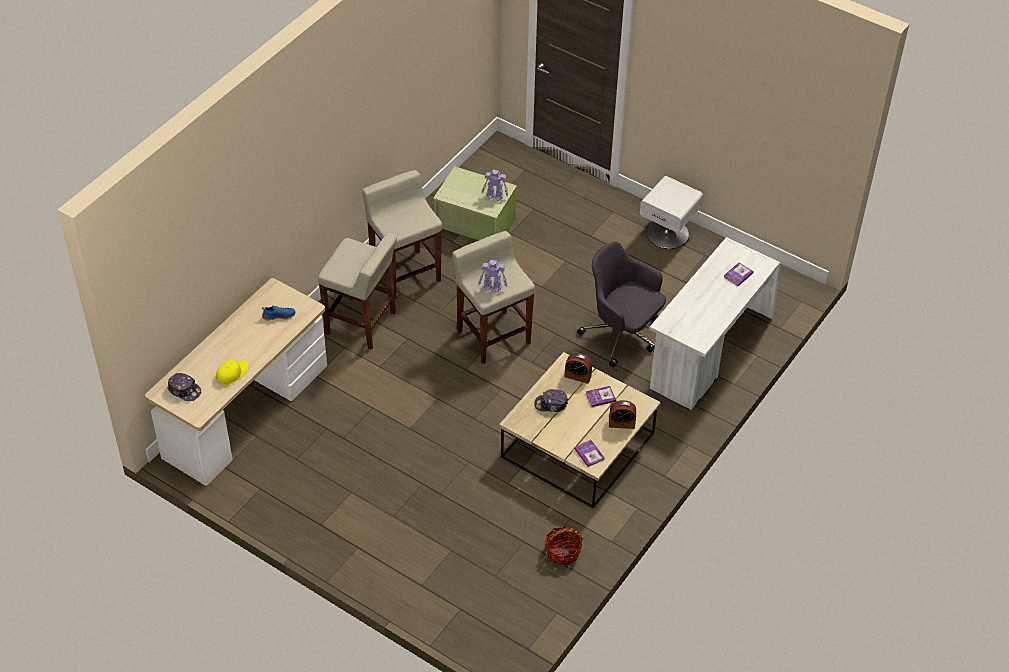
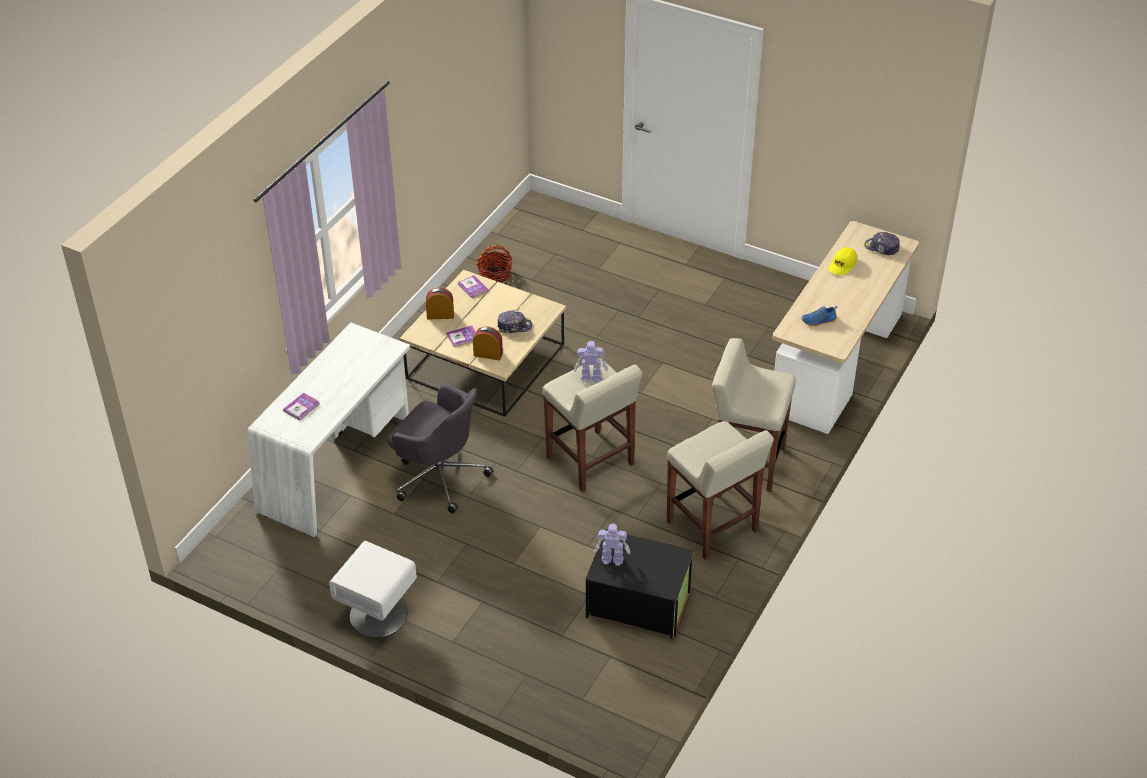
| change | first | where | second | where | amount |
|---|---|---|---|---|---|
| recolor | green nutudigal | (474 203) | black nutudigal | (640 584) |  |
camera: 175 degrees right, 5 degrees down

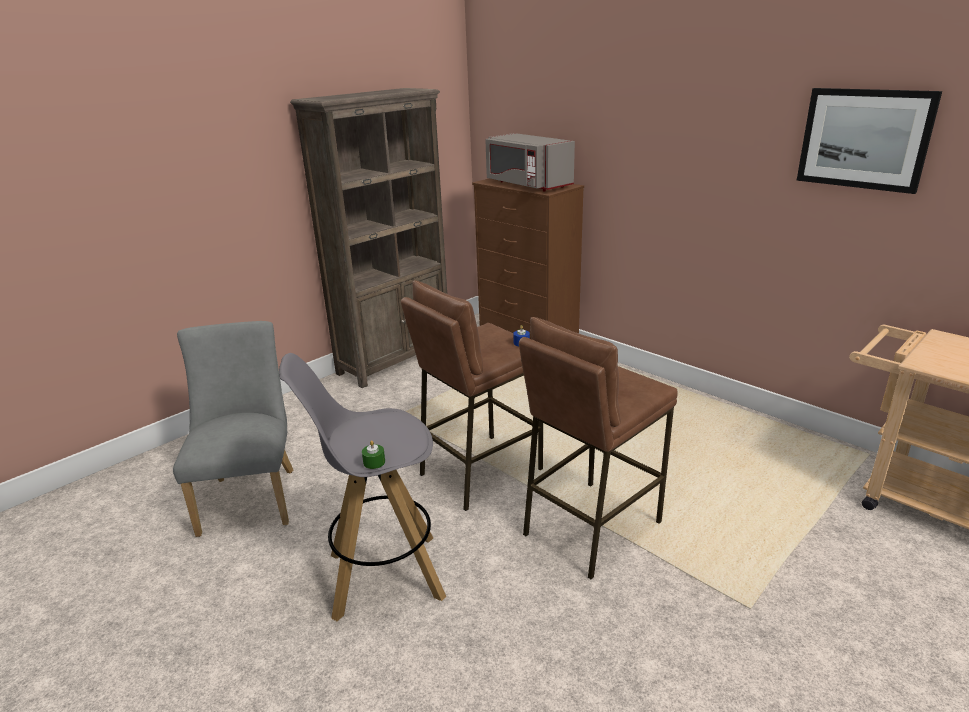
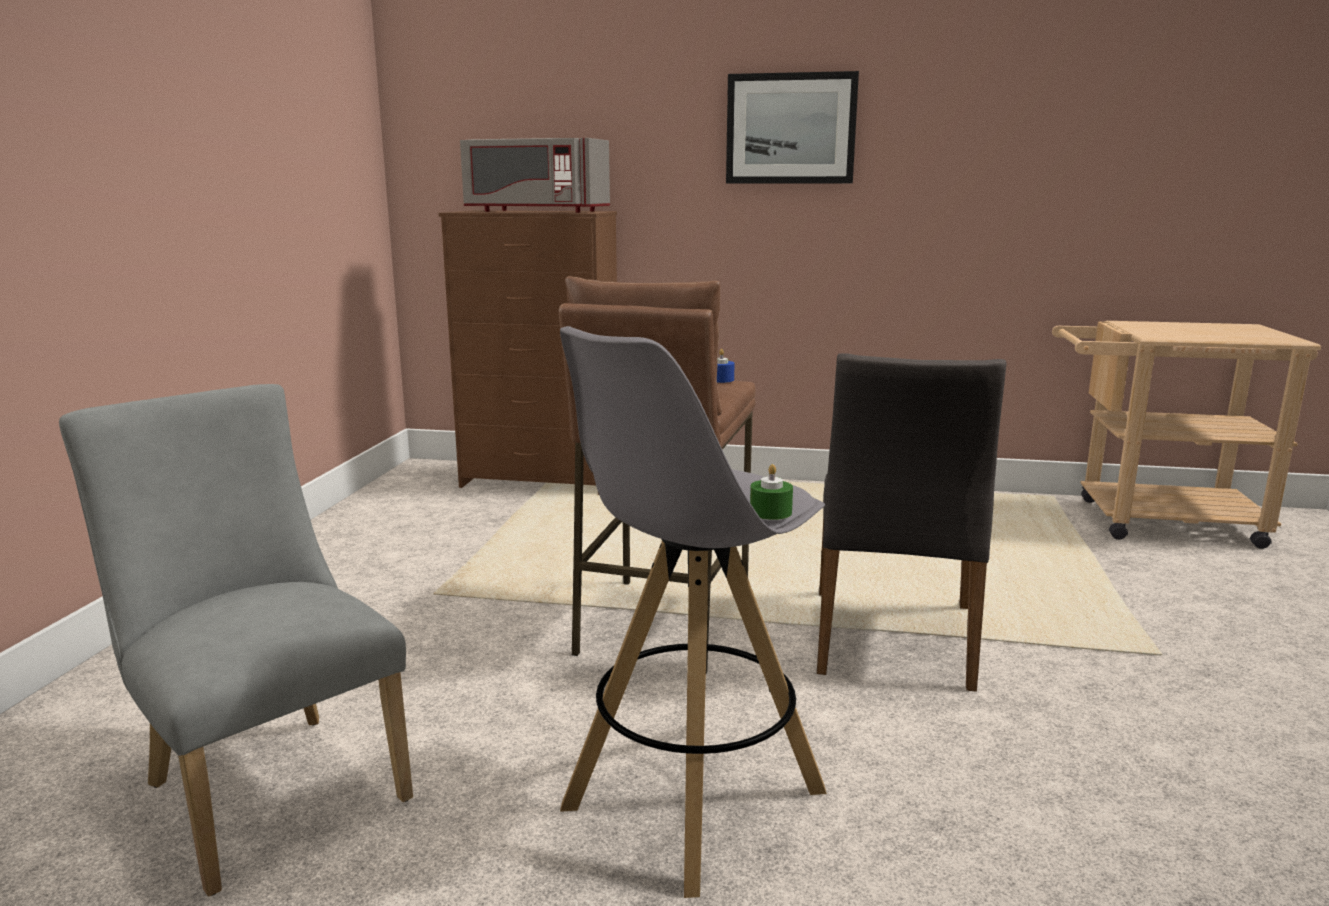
| change | first | where | second | where | amount |
|---|---|---|---|---|---|
| delete | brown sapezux | (368 238) |  |  |  |
| replace | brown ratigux | (598 448) | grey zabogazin | (912 522) |  |
| move | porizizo | (869 141) |  | (792 127) |  |
camera: 35 degrees left, 10 degrees down

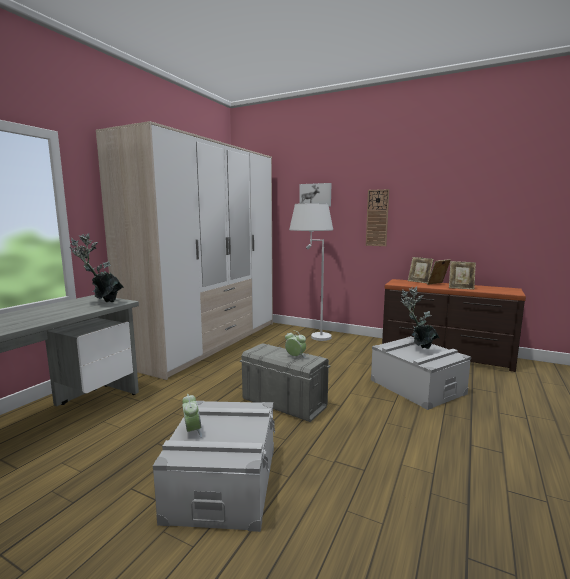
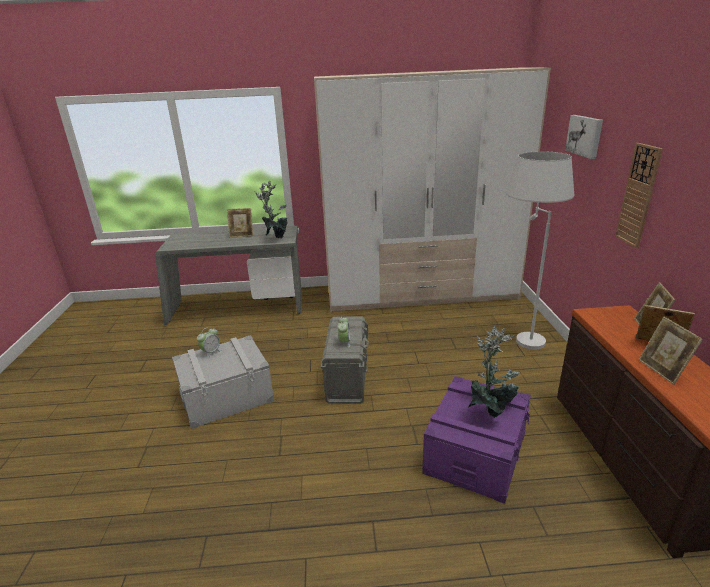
| change | first | where | second | where | amount |
|---|---|---|---|---|---|
| recolor | grey nutudigal | (421 373) | purple nutudigal | (476 440) |  |
| insert |  |  | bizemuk | (240 223) |  |
camera: 60 degrees right, 15 degrees up

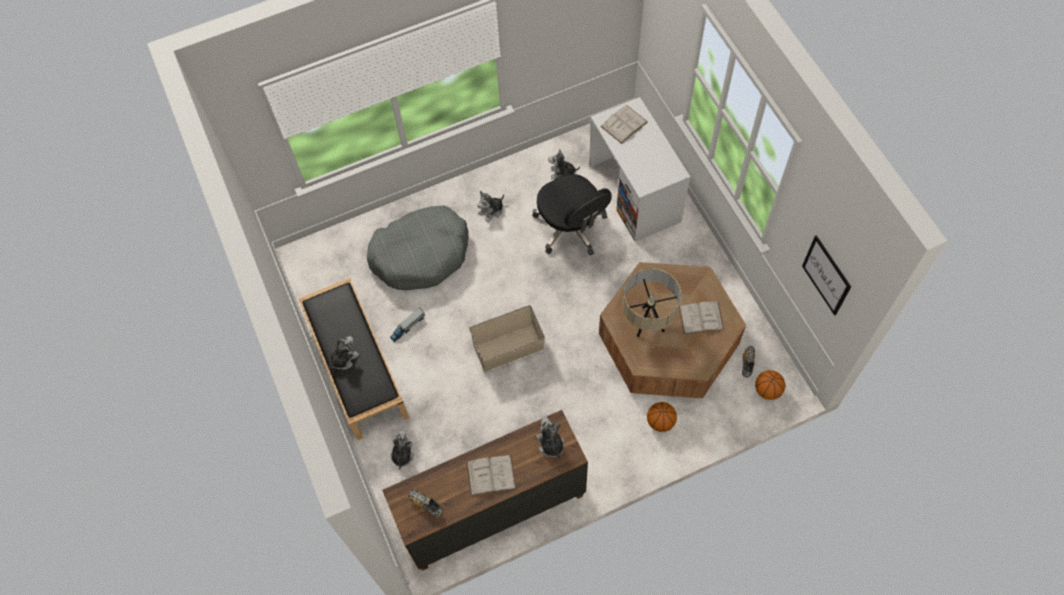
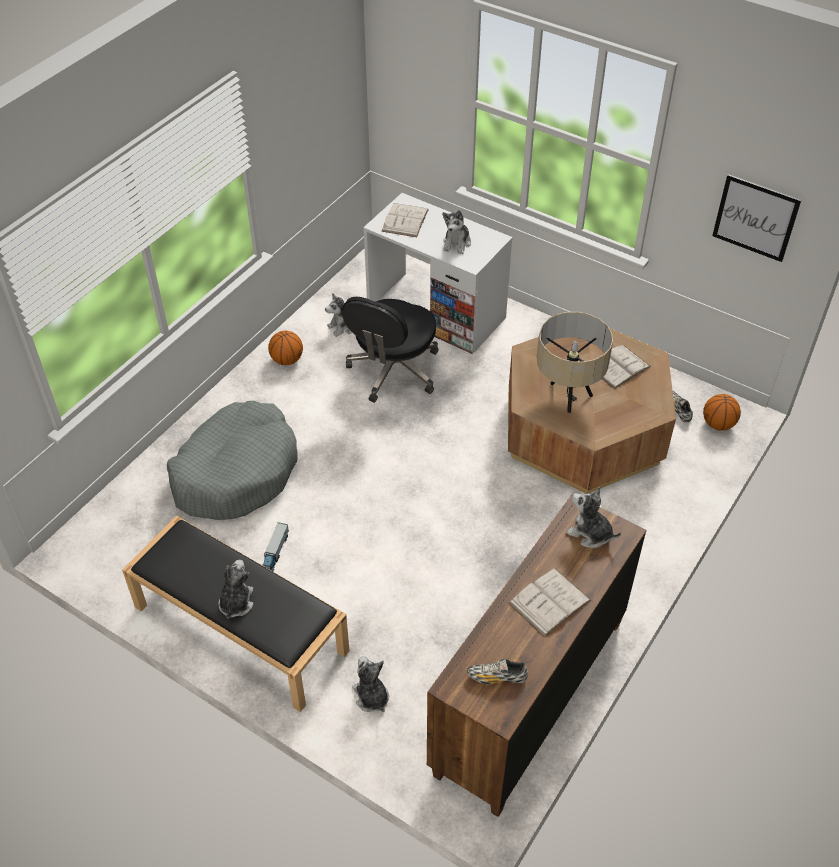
| change | first | where | second | where | amount |
|---|---|---|---|---|---|
| delete | beige nutudigal | (507 338) |  |  |  |
| move | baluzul | (490 206) |  | (456 232) |  |
| rotate | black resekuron | (572 214) |  | (390 350) | 90 degrees clockwise |
| move | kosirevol | (662 417) |  | (285 348) |  |
camera: 35 degrees left, 15 degrees down

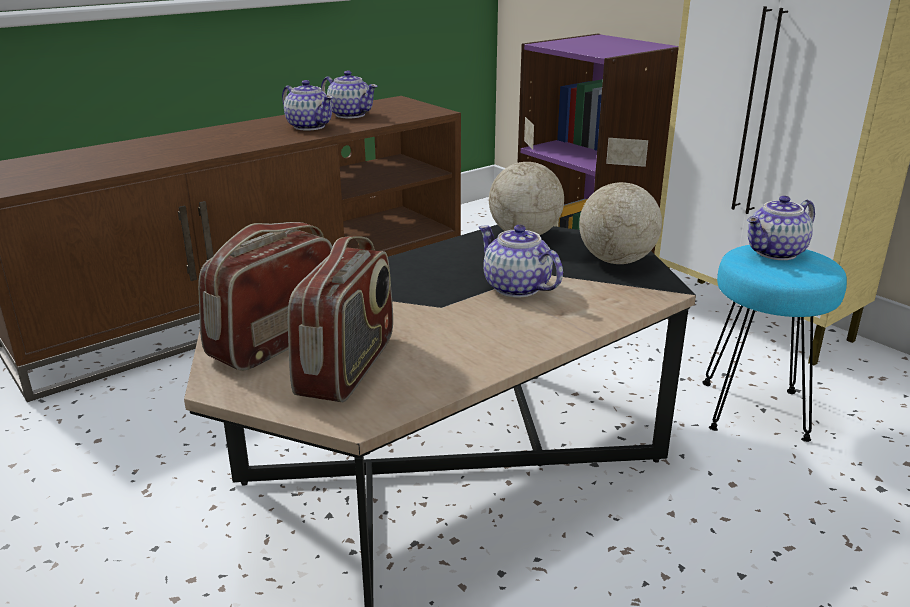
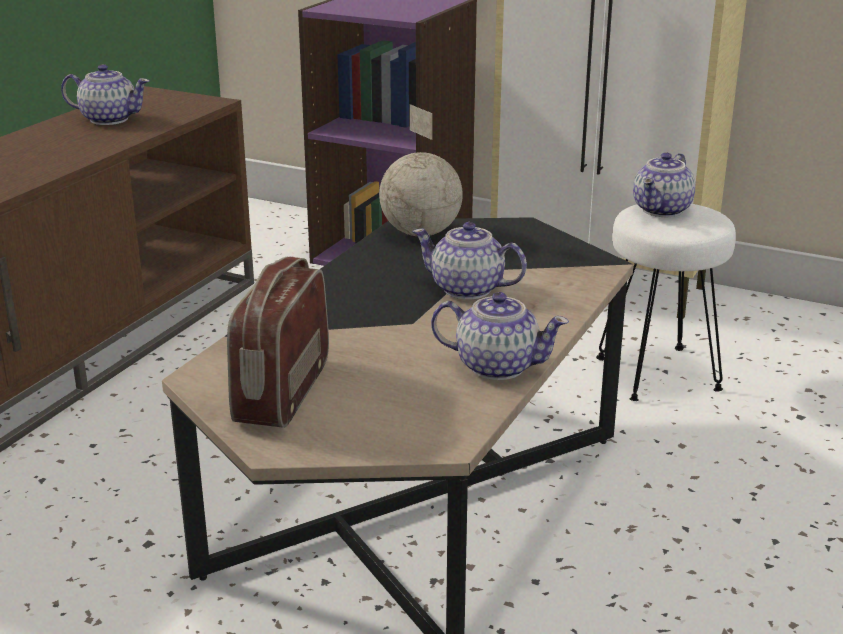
| change | first | where | second | where | amount |
|---|---|---|---|---|---|
| move | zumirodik | (307 105) |  | (500 336) |  |
| delete | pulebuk | (340 319) |  |  |  |
| delete | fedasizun | (620 201) |  |  |  |
| recolor | turquoise ratigux | (774 343) | white ratigux | (666 302) |  |
camera: 25 degrees left, 0 degrees up

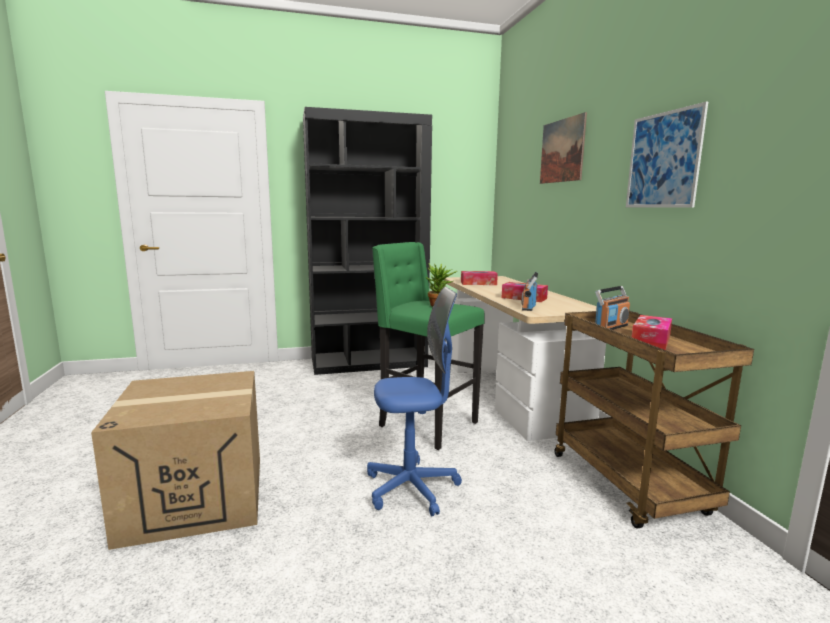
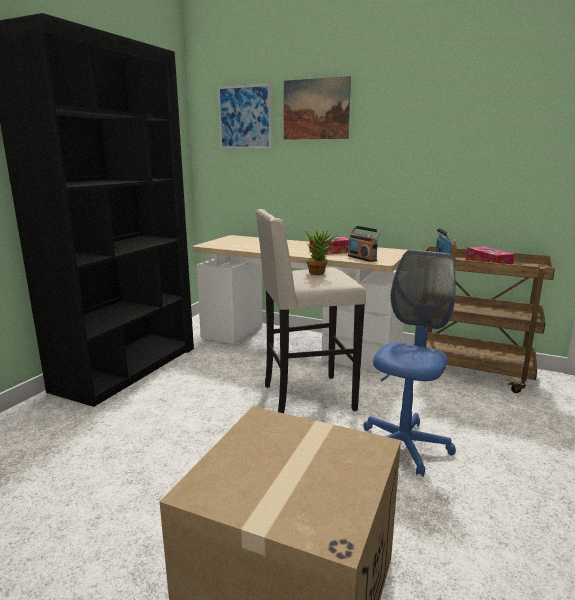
| change | first | where | second | where | amount |
|---|---|---|---|---|---|
| recolor | green ratigux | (428 346) | beige ratigux | (310 311) |  |
| delete | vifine | (479 278) |  |  |  |
| move | porizizo | (667 155) |  | (244 116) |  |
camera: 50 degrees left, 5 degrees up

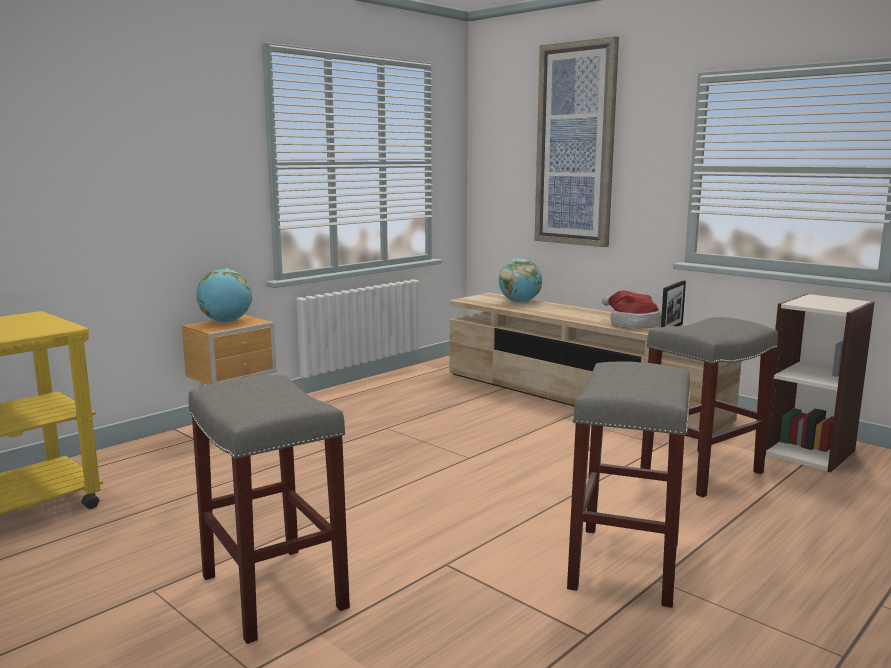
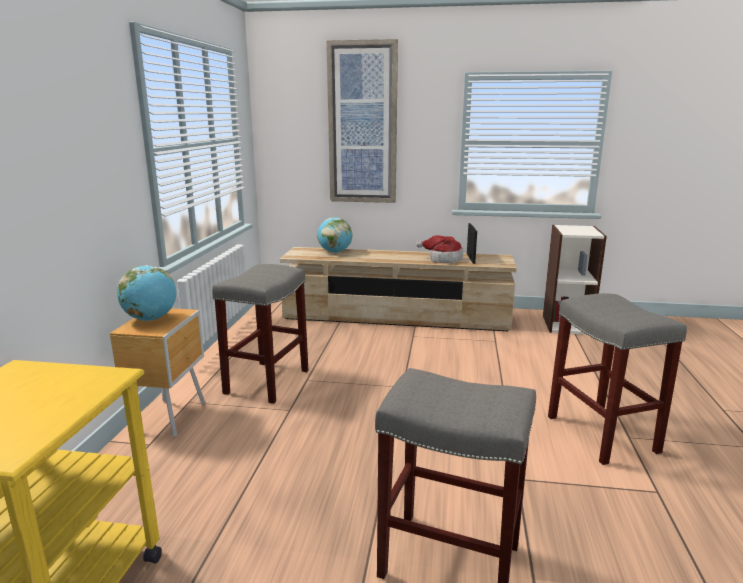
| change | first | where | second | where | amount |
|---|---|---|---|---|---|
| move | grey ratigux | (709 407) |  | (260 334) |  |
camera: 35 degrees left, 5 degrees up

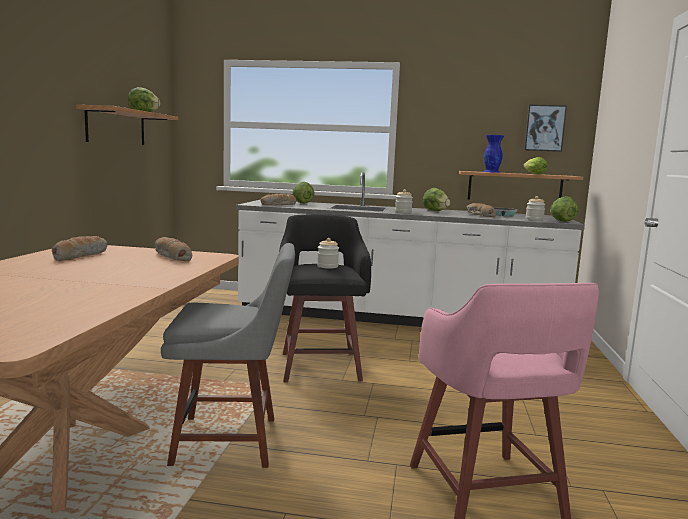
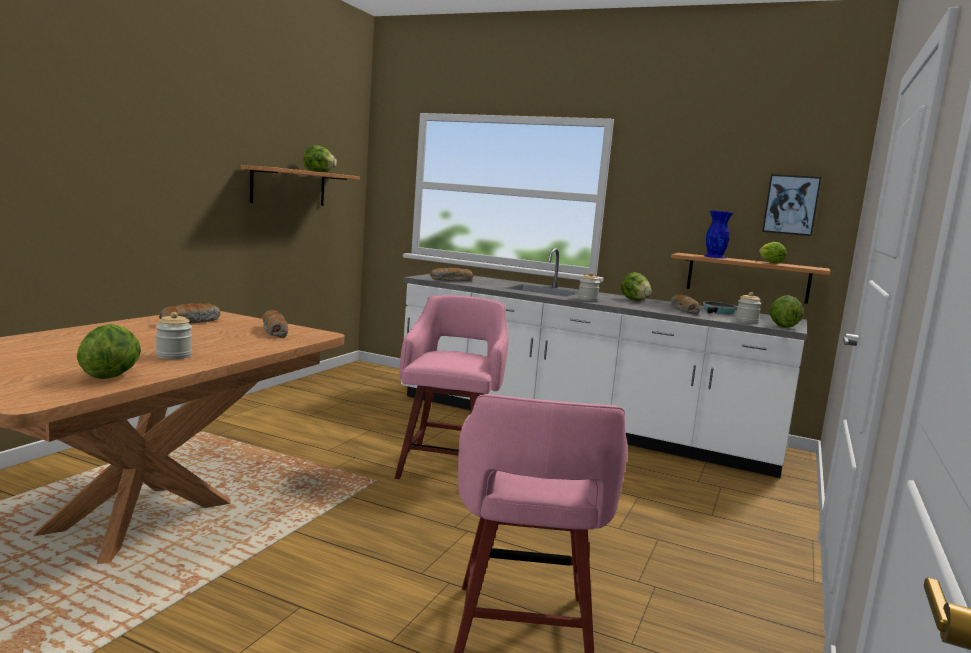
| change | first | where | second | where | amount |
|---|---|---|---|---|---|
| delete | grey zabogazin | (228 355) |  |  |  |
| recolor | black ratigux | (325 298) | pink ratigux | (451 387) |  |
| move | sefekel | (304 192) |  | (109 351) |  |
| move | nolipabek | (328 253) |  | (174 335) |  |
camera: 15 degrees right, 0 degrees up

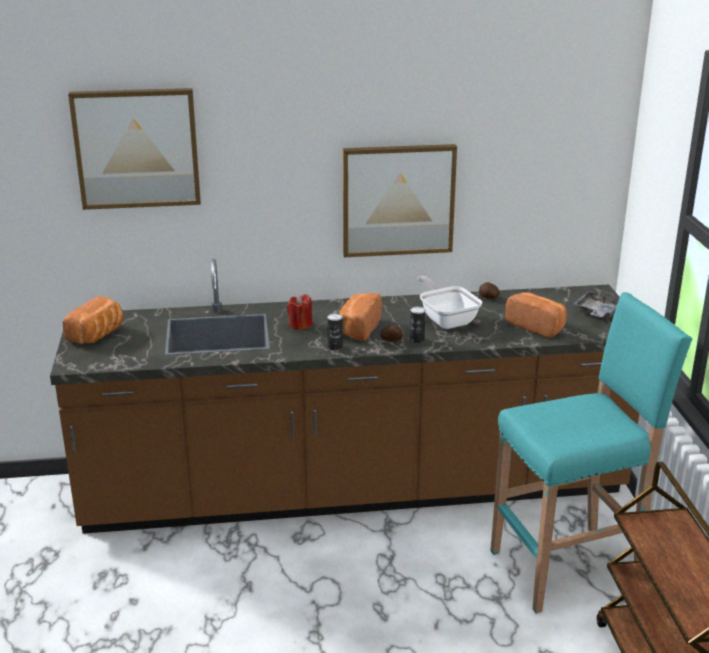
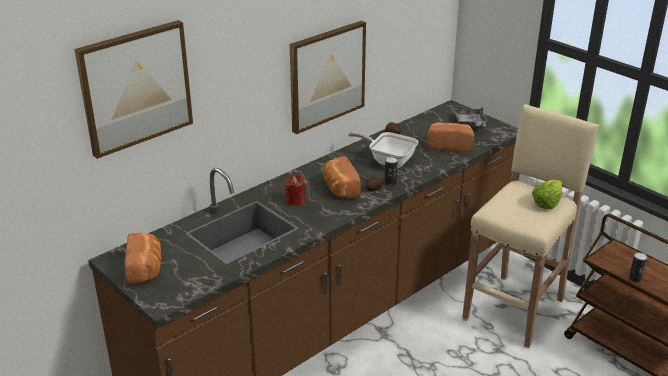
| change | first | where | second | where | amount |
|---|---|---|---|---|---|
| move | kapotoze | (335 332) |  | (638 267) |  |
| recolor | turquoise ratigux | (591 453) | beige ratigux | (530 226) |  |
| insert |  |  | sefekel | (547 194) |  |
camera: 35 degrees left, 5 degrees up

